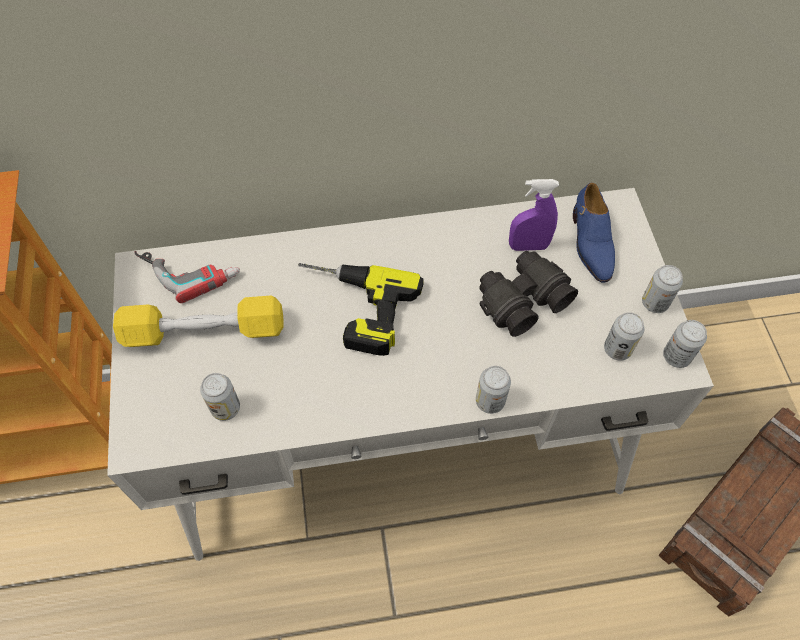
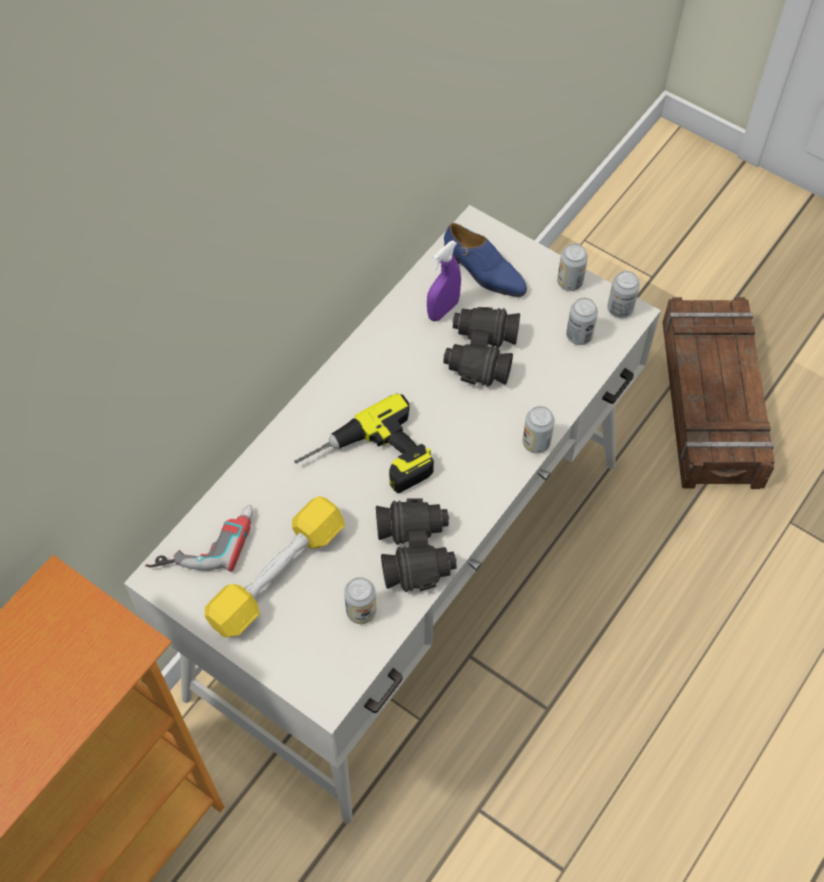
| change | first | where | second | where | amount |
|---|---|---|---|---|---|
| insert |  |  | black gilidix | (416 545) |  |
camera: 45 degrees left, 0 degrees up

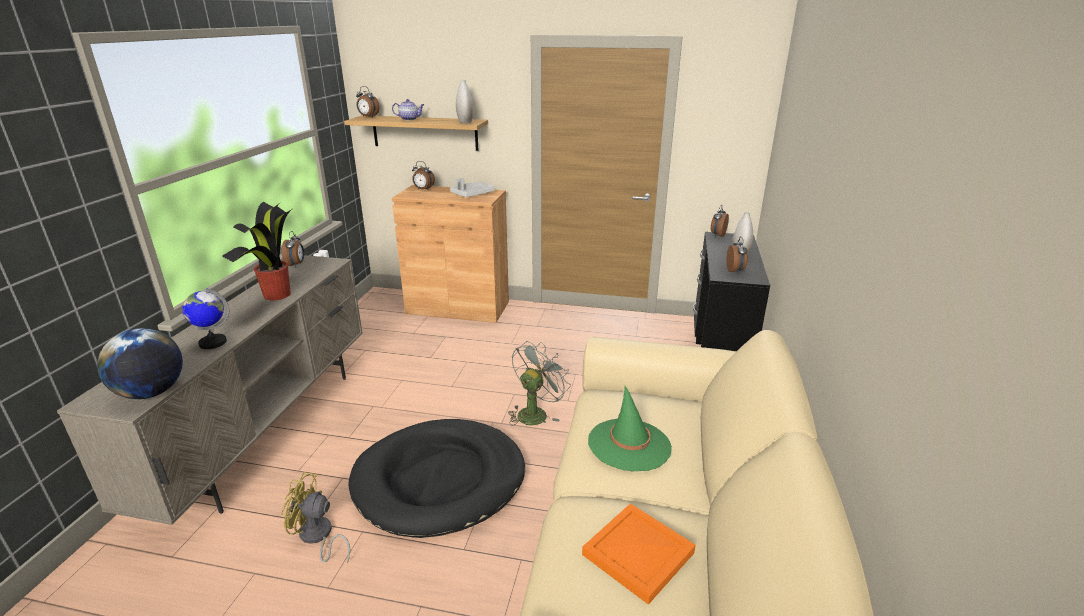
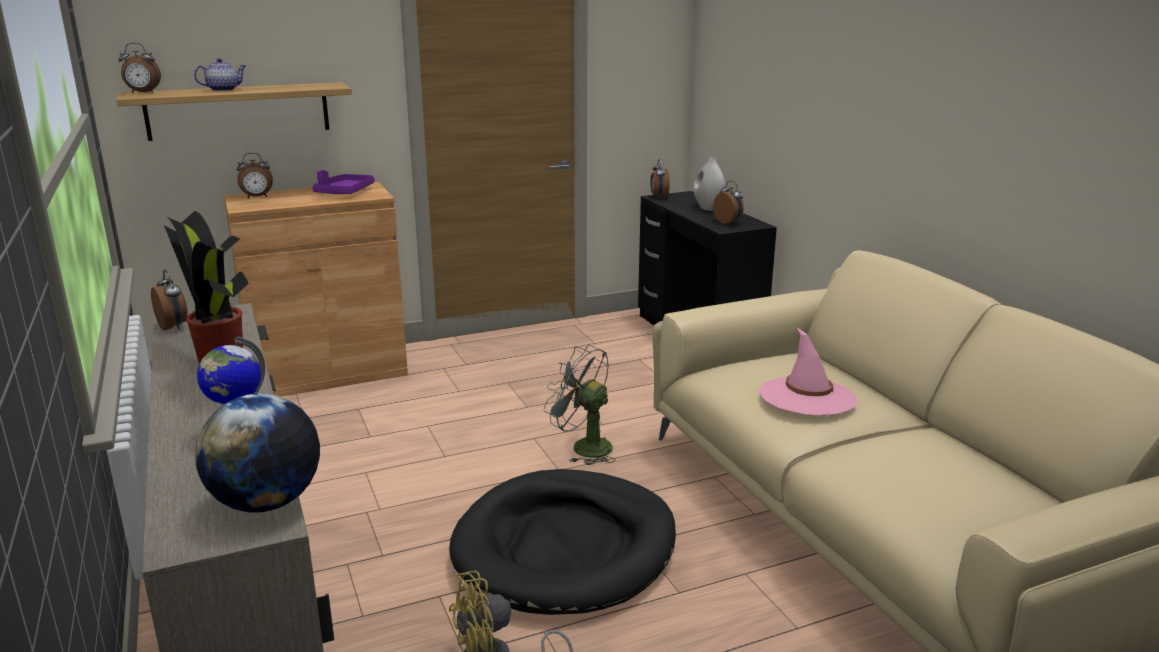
| change | first | where | second | where | amount |
|---|---|---|---|---|---|
| recolor | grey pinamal | (472 187) | purple pinamal | (344 182) |  |
| delete | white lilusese | (464 101) |  |  |  |
| rotate | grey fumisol | (539 383) |  | (579 405) | 60 degrees counterclockwise |
| delete | orange pinamal | (639 554) |  |  |  |
| recolor | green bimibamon | (630 428) | pink bimibamon | (808 371) |  |
camera: 35 degrees left, 5 degrees down

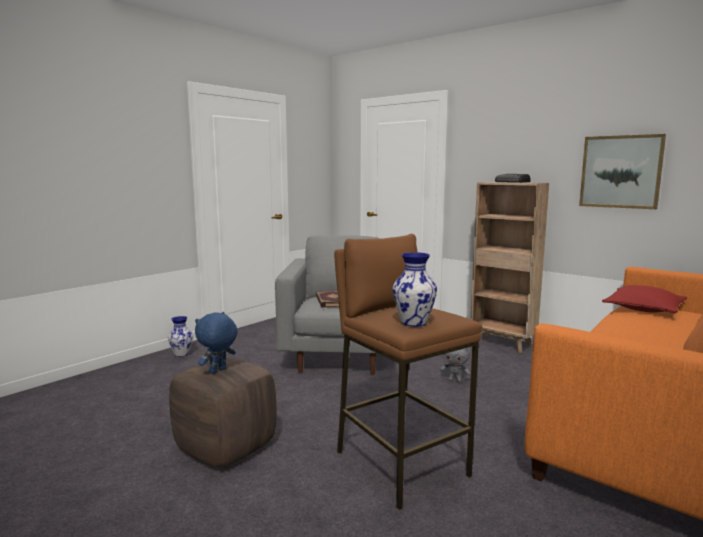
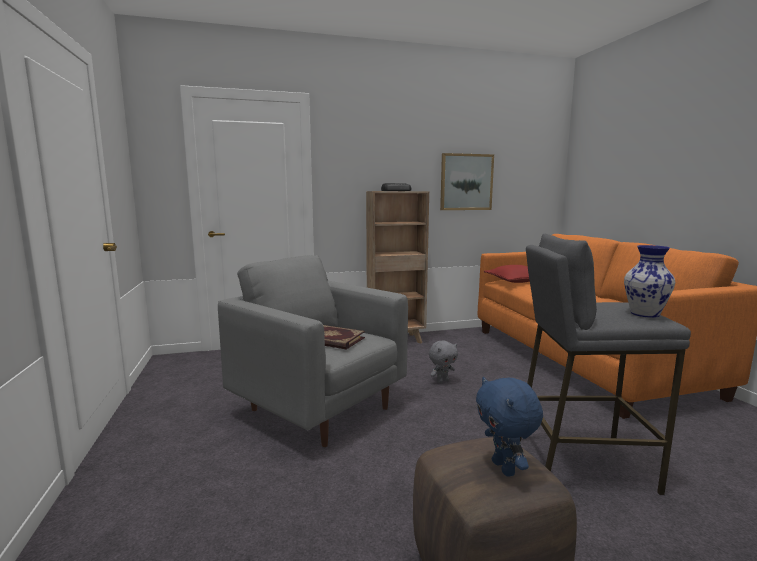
| change | first | where | second | where | amount |
|---|---|---|---|---|---|
| delete | lilusese | (180 336) |  |  |  |
| recolor | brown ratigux | (408 372) | grey ratigux | (605 364) |  |
camera: 55 degrees left, 0 degrees up

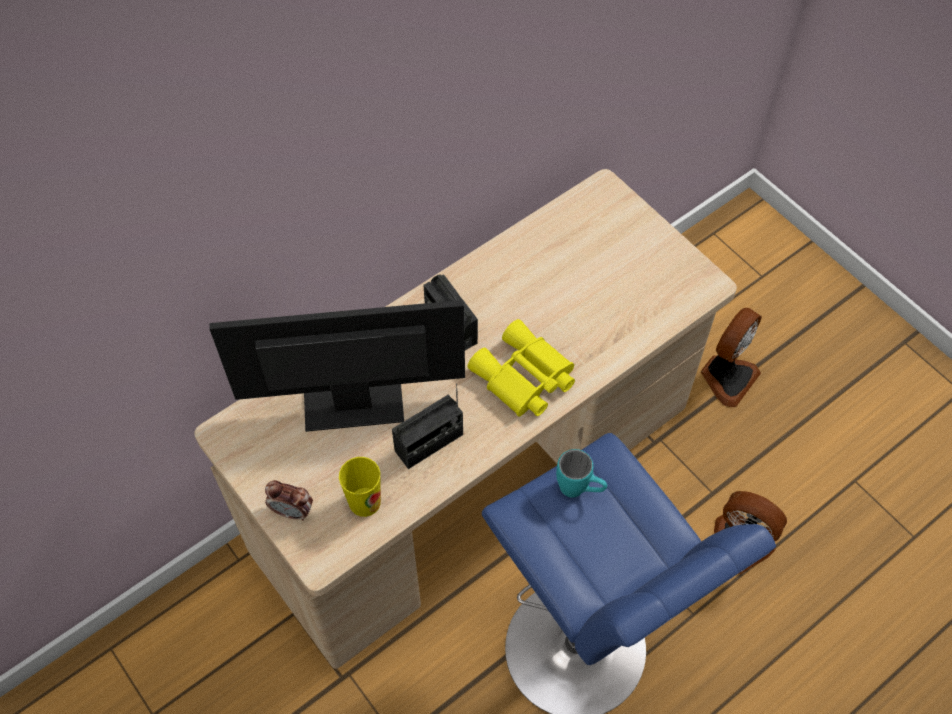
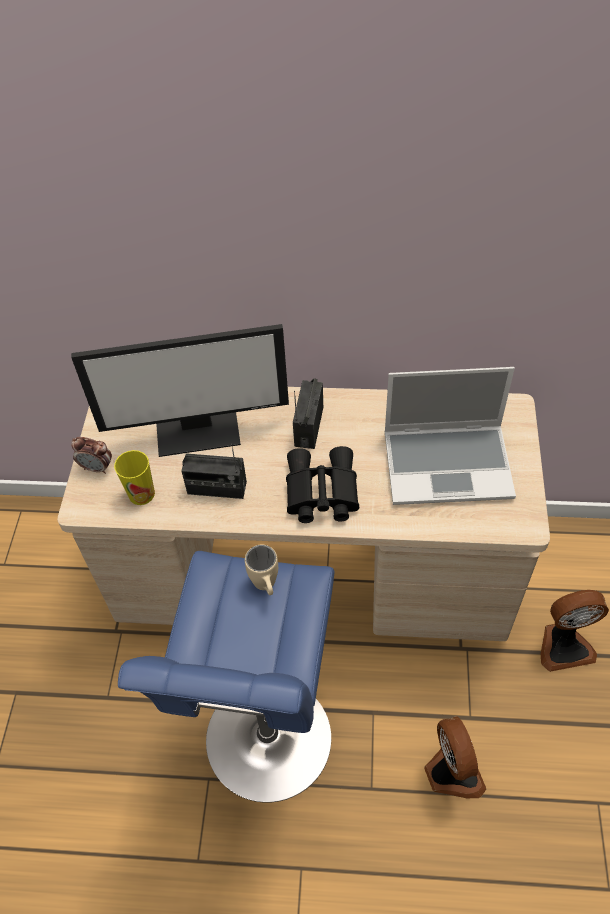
| change | first | where | second | where | amount |
|---|---|---|---|---|---|
| rotate | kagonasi | (337 366) |  | (180 390) | 135 degrees clockwise |
| rotate | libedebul | (289 500) |  | (91 455) | 45 degrees counterclockwise |
| recolor | yellow gilidix | (521 368) | black gilidix | (322 484) |  |
| recolor | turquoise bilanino | (581 473) | beige bilanino | (261 570) |  |
| insert |  |  | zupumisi | (450 436) |  |
camera: 45 degrees right, 5 degrees down

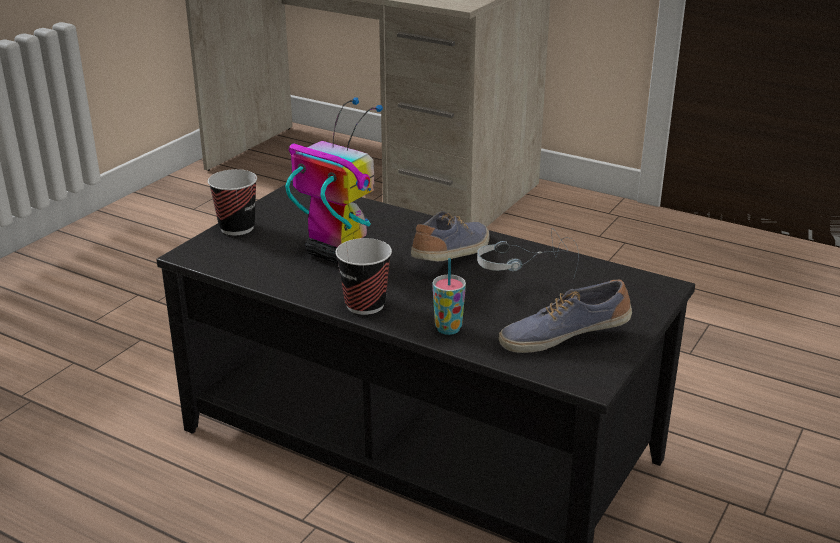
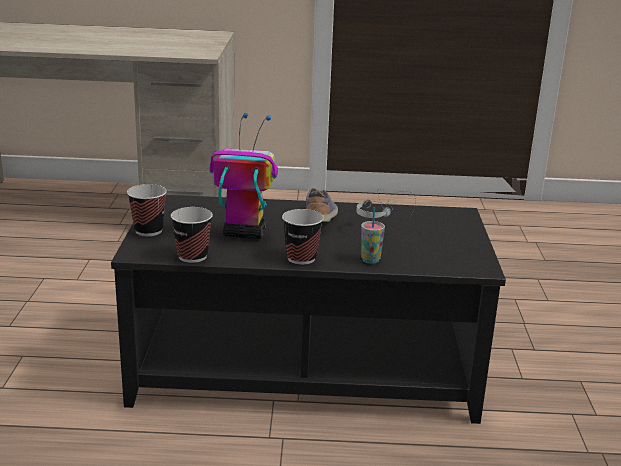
| change | first | where | second | where | amount |
|---|---|---|---|---|---|
| delete | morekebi | (565 316) |  |  |  |
| insert |  |  | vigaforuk | (192 235) |  |
camera: 30 degrees left, 5 degrees down

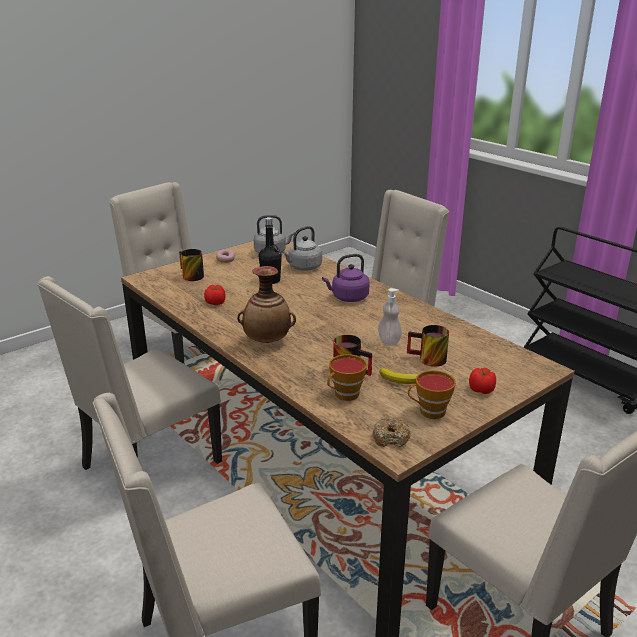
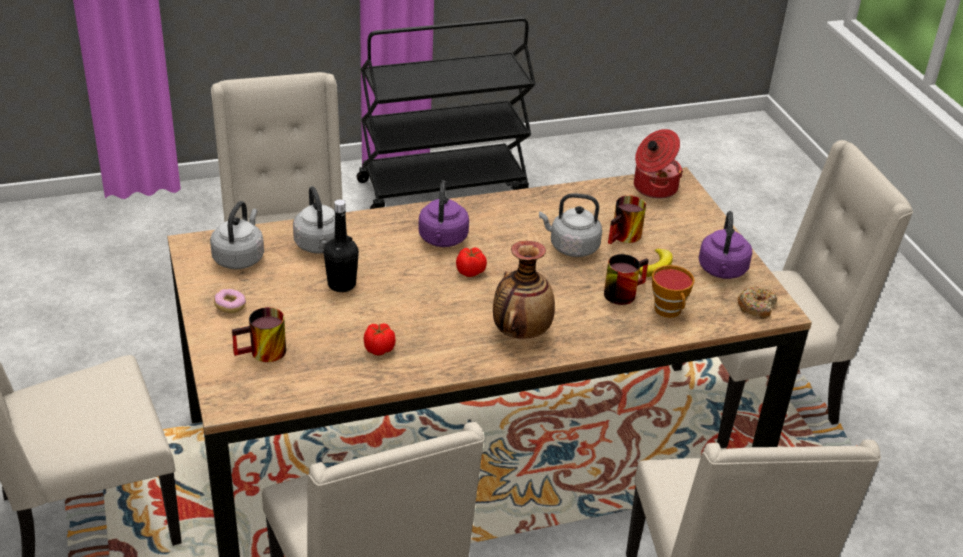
| change | first | where | second | where | amount |
|---|---|---|---|---|---|
| replace | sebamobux | (390 317) | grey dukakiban | (570 225) |  |
| replace | vigaforuk | (432 394) | purple dukakiban | (725 245) |  |
| move | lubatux | (482 380) |  | (471 262) |  |
| insert |  |  | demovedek | (658 164) |  |
camera: 70 degrees left, 10 degrees up

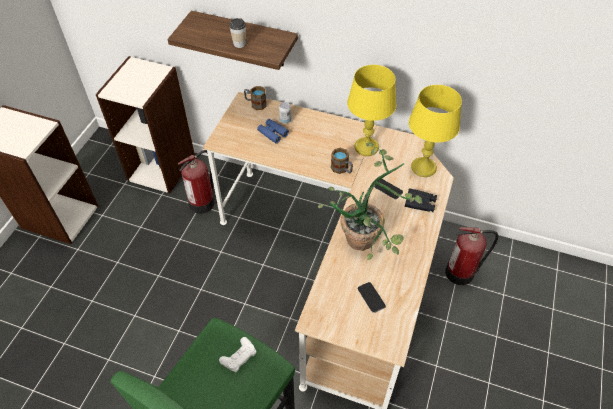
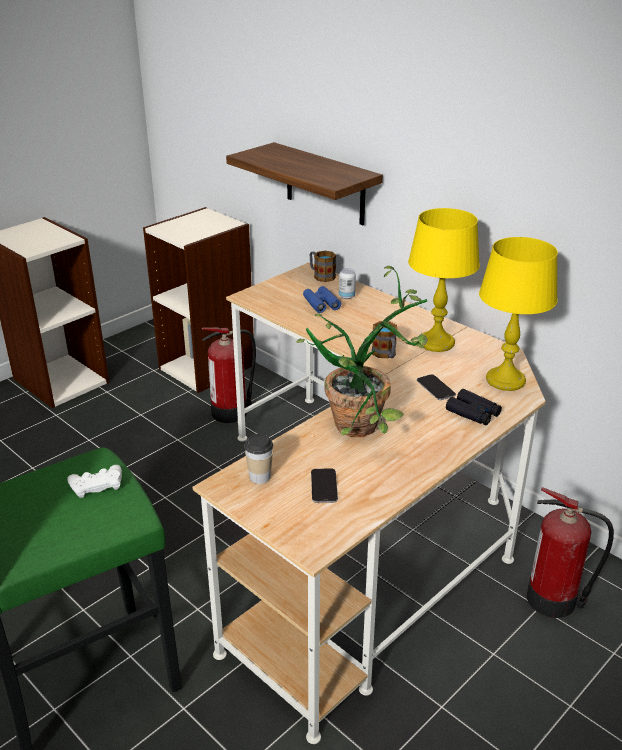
| change | first | where | second | where | amount |
|---|---|---|---|---|---|
| move | vigaforuk | (237 33) |  | (258 459) |  |
camera: 25 degrees right, 20 degrees down

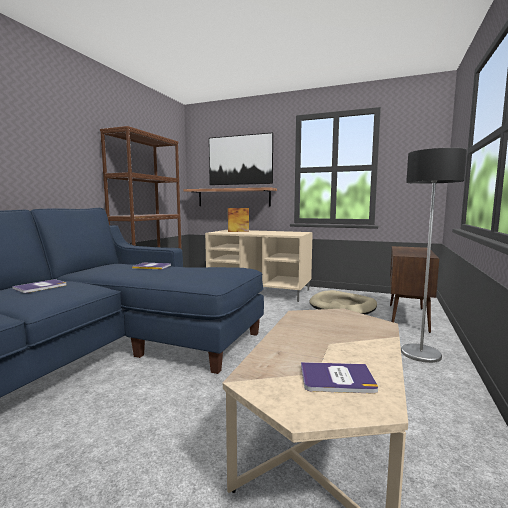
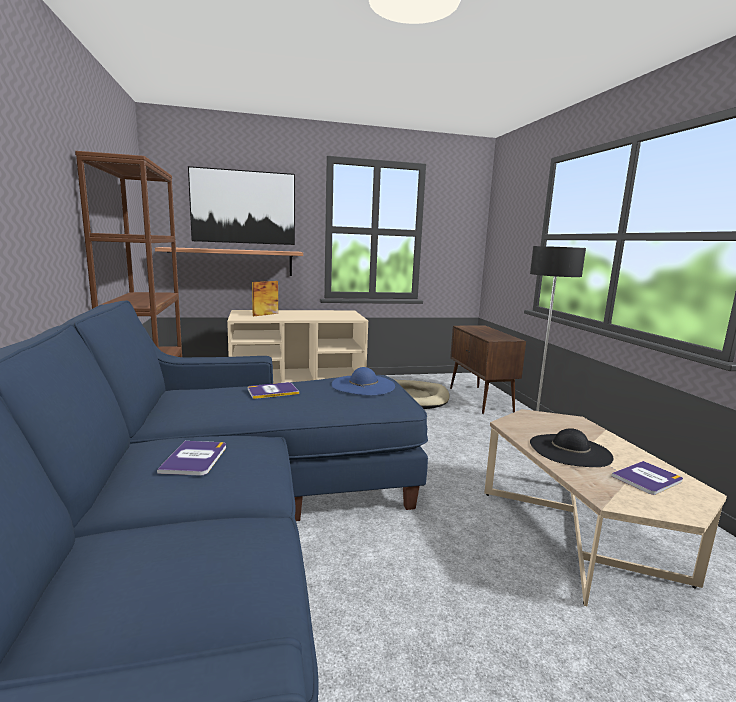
| change | first | where | second | where | amount |
|---|---|---|---|---|---|
| insert |  |  | blue bimibamon | (363 381) |  |
| insert |  |  | black bimibamon | (571 447) |  |
camera: 35 degrees left, 5 degrees up

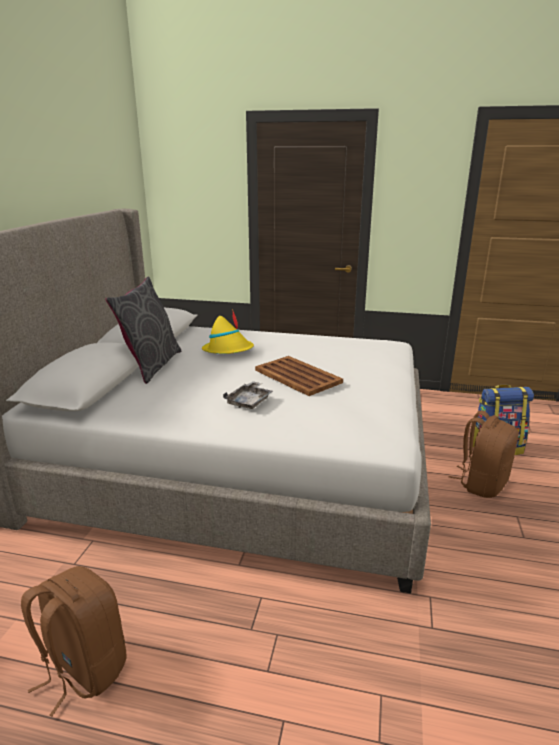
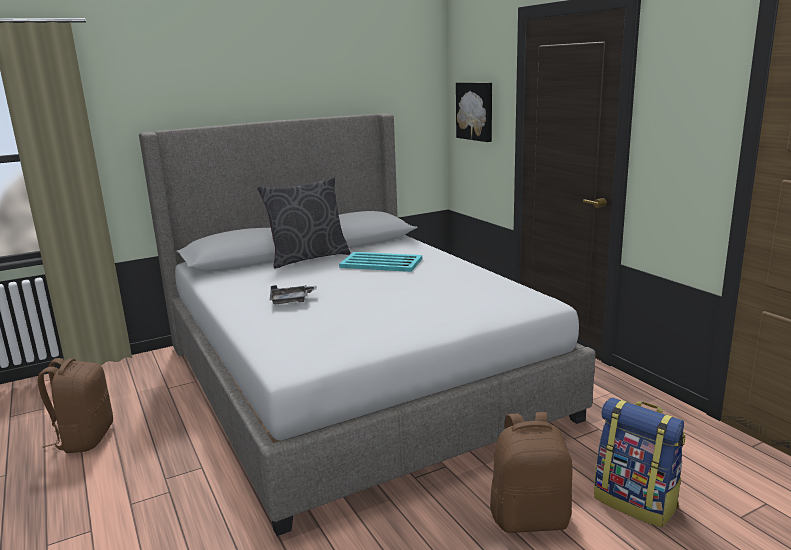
| change | first | where | second | where | amount |
|---|---|---|---|---|---|
| replace | yellow bimibamon | (228 331) | turquoise pinamal | (380 262) |  |
| delete | brown pinamal | (299 376) |  |  |  |
| insert |  |  | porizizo | (474 112) |  |
camera: 50 degrees right, 5 degrees down

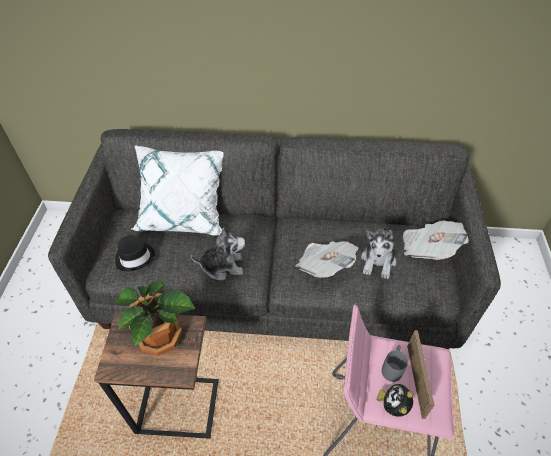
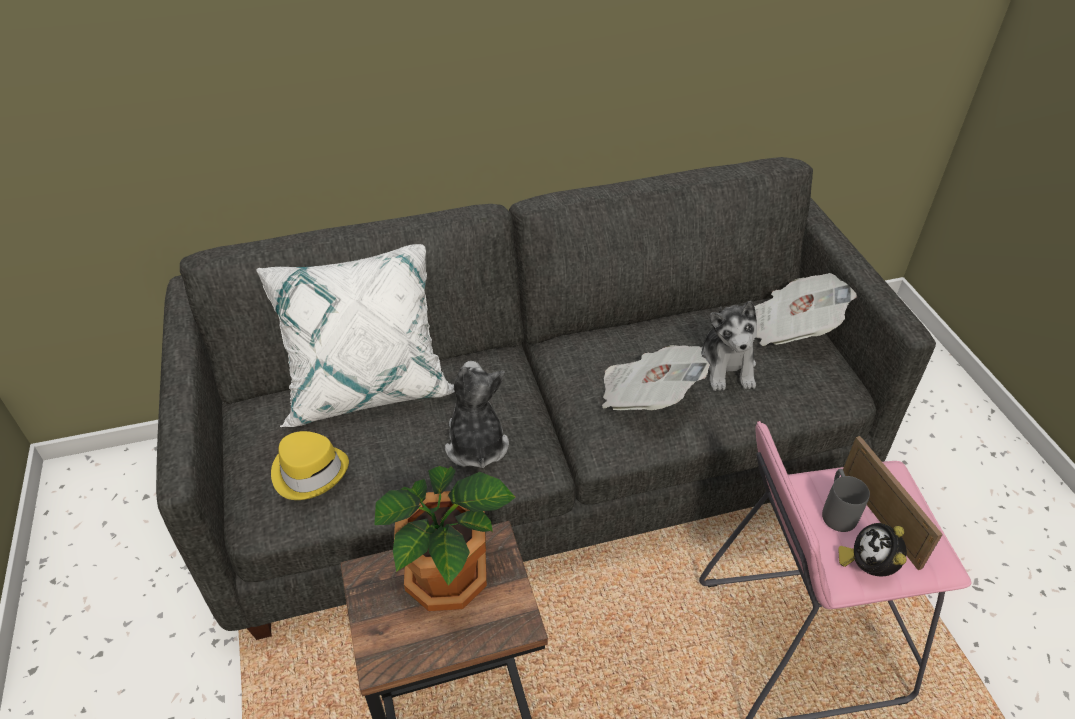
| change | first | where | second | where | amount |
|---|---|---|---|---|---|
| recolor | black bimibamon | (135 253) | yellow bimibamon | (310 465) |  |
| rotate | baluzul | (218 254) |  | (477 414) | 75 degrees counterclockwise |
camera: 20 degrees left, 5 degrees down

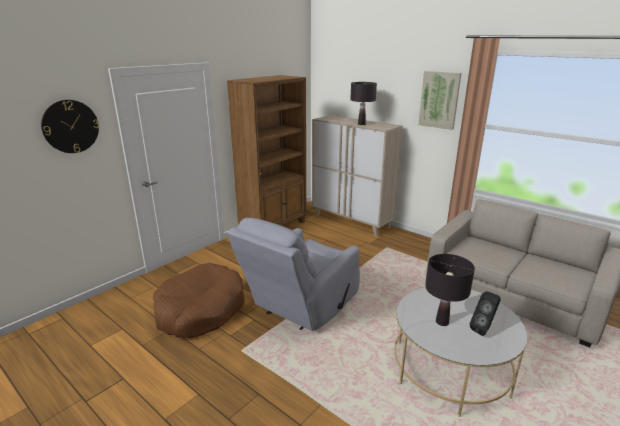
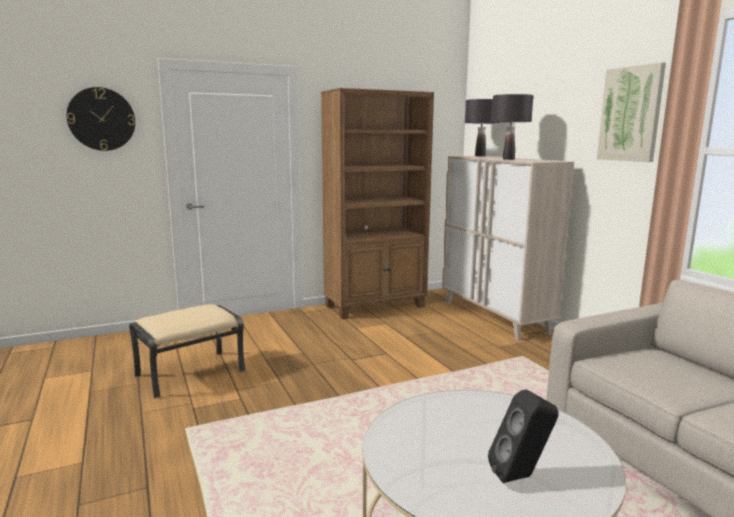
| change | first | where | second | where | amount |
|---|---|---|---|---|---|
| replace | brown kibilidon | (199 300) | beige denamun | (187 351) |  |
| delete | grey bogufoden | (293 274) |  |  |  |
| move | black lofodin | (450 290) |  | (482 127) |  |
camera: 25 degrees right, 10 degrees down

